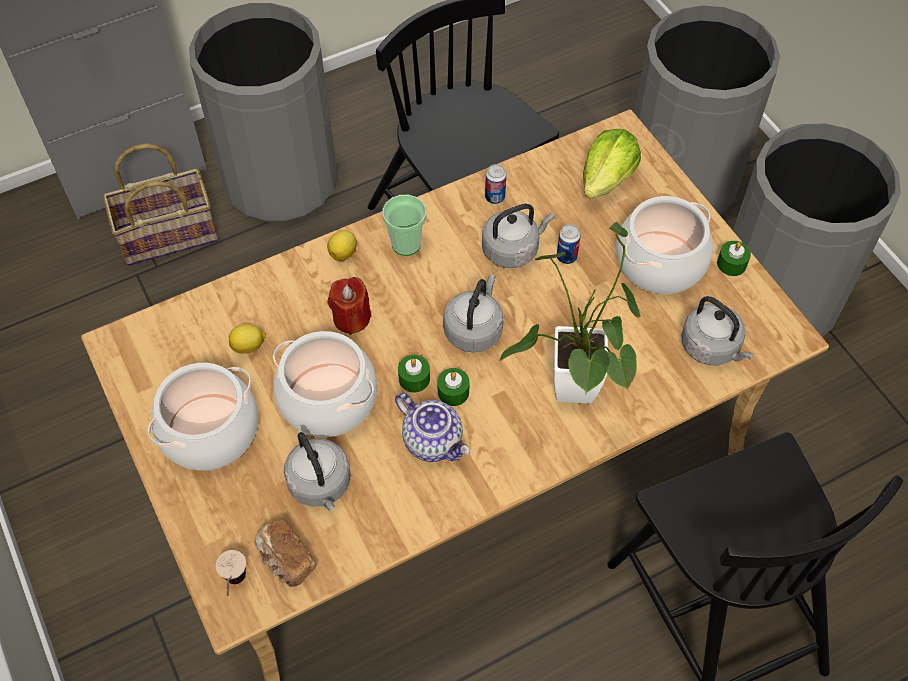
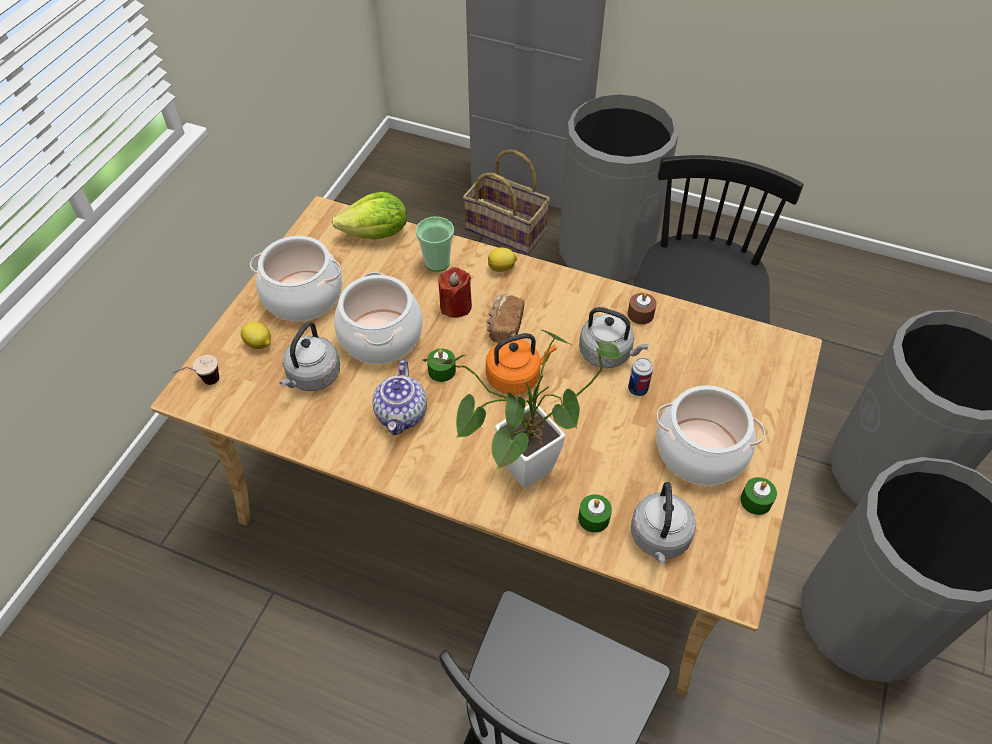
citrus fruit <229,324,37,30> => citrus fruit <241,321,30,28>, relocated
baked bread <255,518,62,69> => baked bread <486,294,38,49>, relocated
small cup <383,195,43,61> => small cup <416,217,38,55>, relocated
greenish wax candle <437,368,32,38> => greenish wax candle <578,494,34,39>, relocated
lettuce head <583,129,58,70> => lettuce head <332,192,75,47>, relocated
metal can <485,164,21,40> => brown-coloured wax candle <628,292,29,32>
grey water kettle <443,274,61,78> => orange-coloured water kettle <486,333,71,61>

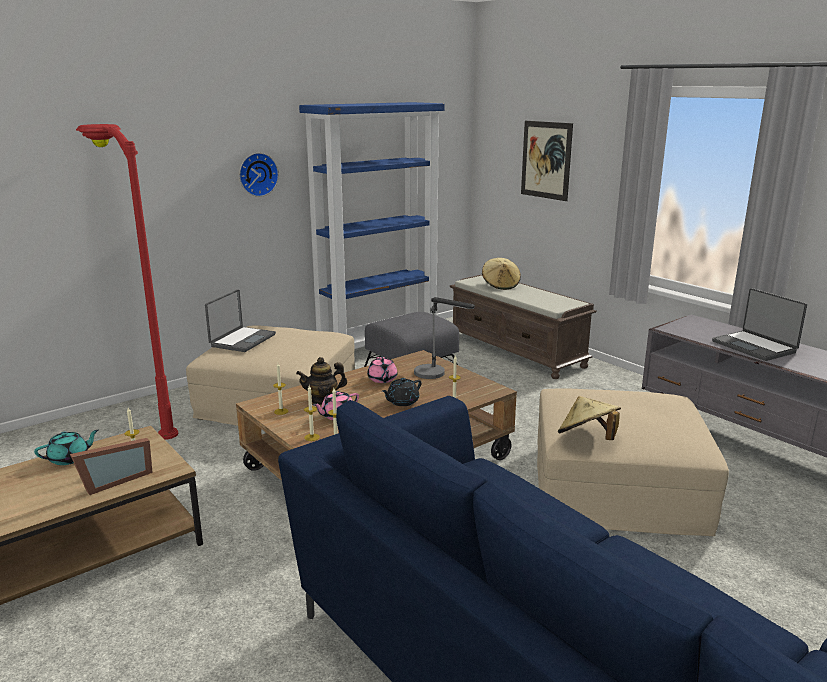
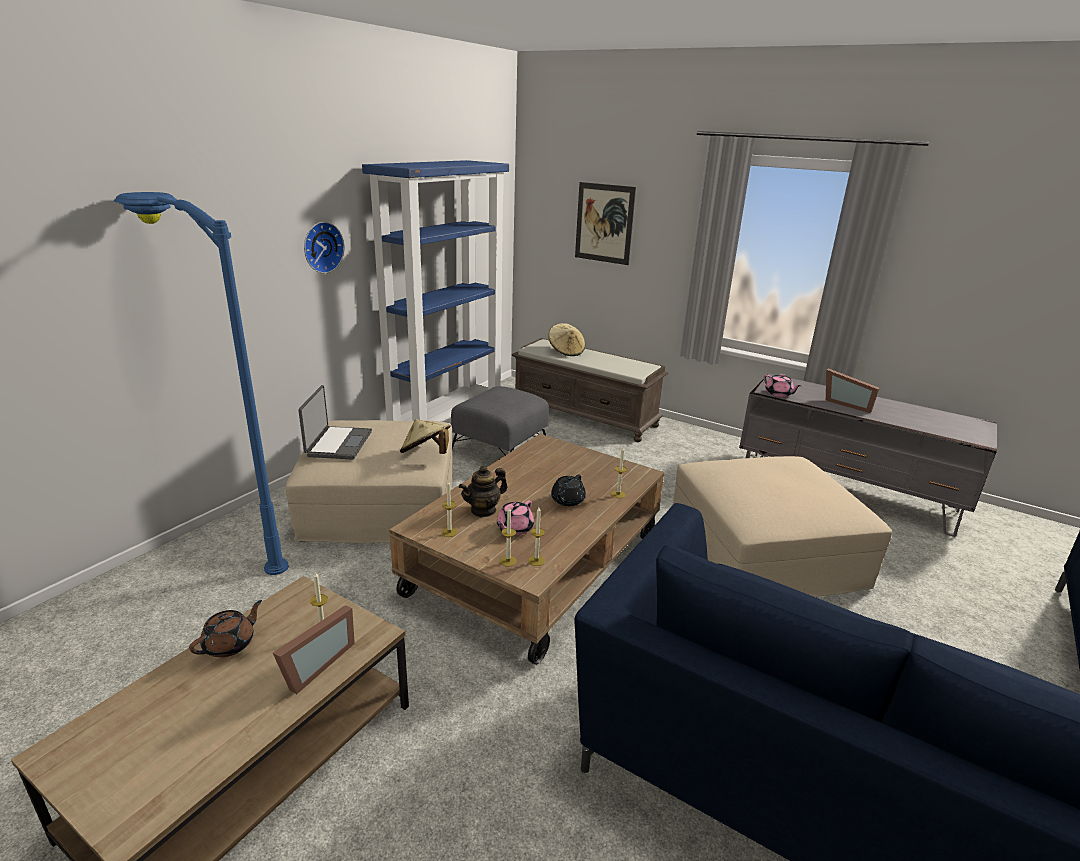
tabletop lamp <414,297,61,82> => nothing
pink tea pot <367,357,31,26> => pink tea pot <764,374,37,23>, relocated
beige clothing hat <558,396,63,44> => beige clothing hat <400,419,51,35>, relocated
notebook computer <712,288,95,73> => photo frame <826,368,54,45>
turquoise-coloured tea pot <34,429,65,36> => brown-coloured tea pot <189,600,73,57>
red-coloured standard lamp <76,124,103,316> => bluish standard lamp <114,192,175,383>

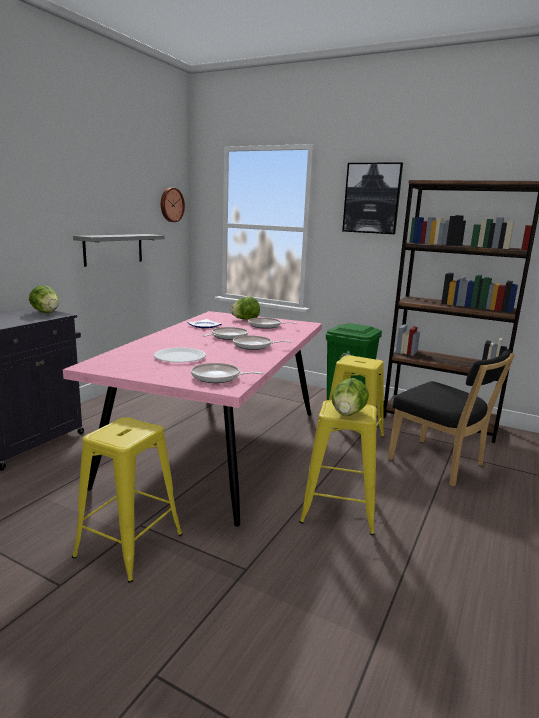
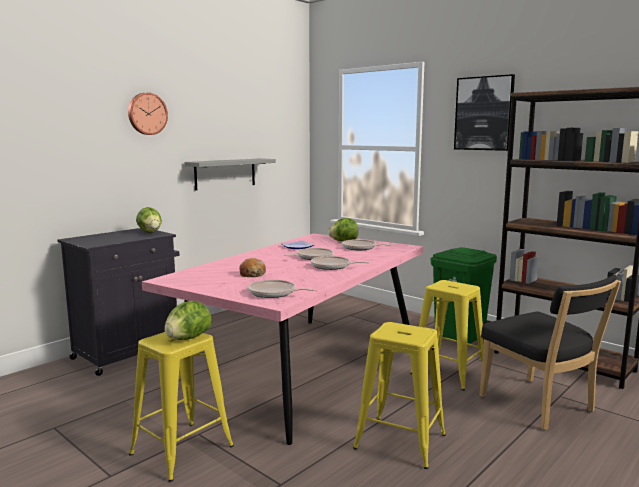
clock on the wall <161,188,24,34> => clock on the wall <128,93,40,42>, relocated
lettuce head <332,378,37,38> => lettuce head <164,301,48,39>, relocated
white plate <154,347,52,16> => baked bread <240,258,26,19>

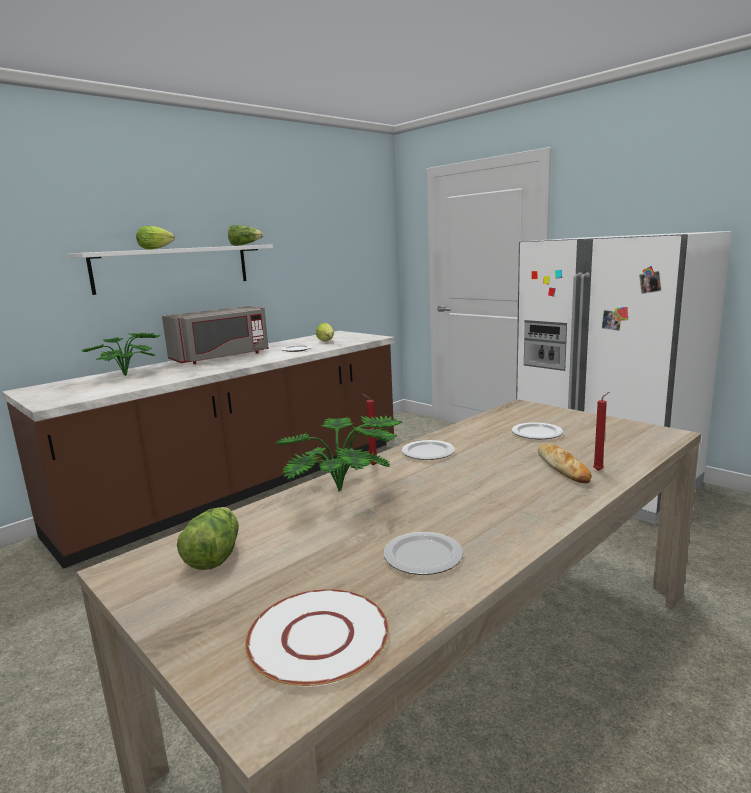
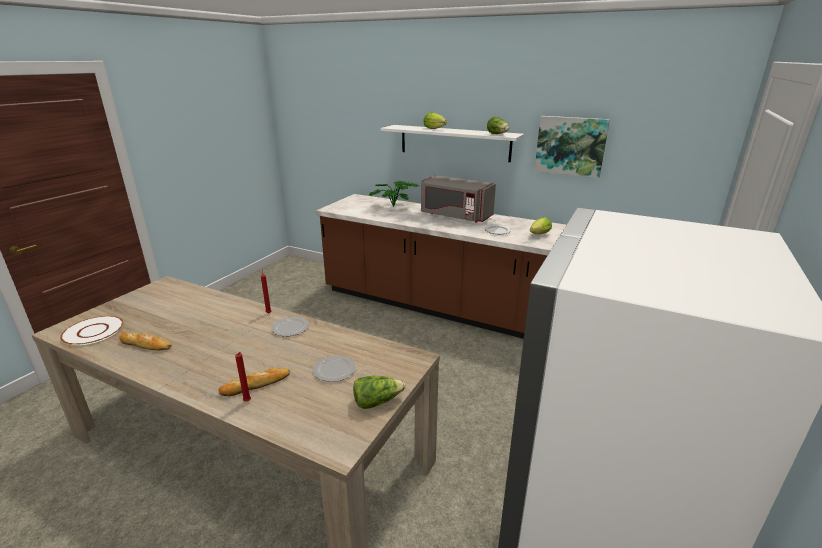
potted plant <275,415,128,77> => nothing
nothing => picture <534,116,76,62>
lettuce head <177,507,62,63> => lettuce head <353,376,52,33>, relocated
plate <384,532,79,43> => baked bread <119,332,53,18>

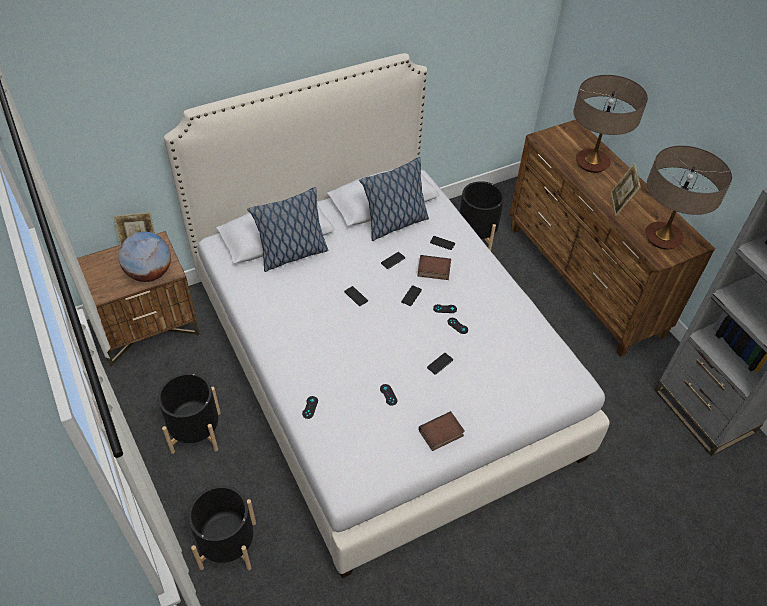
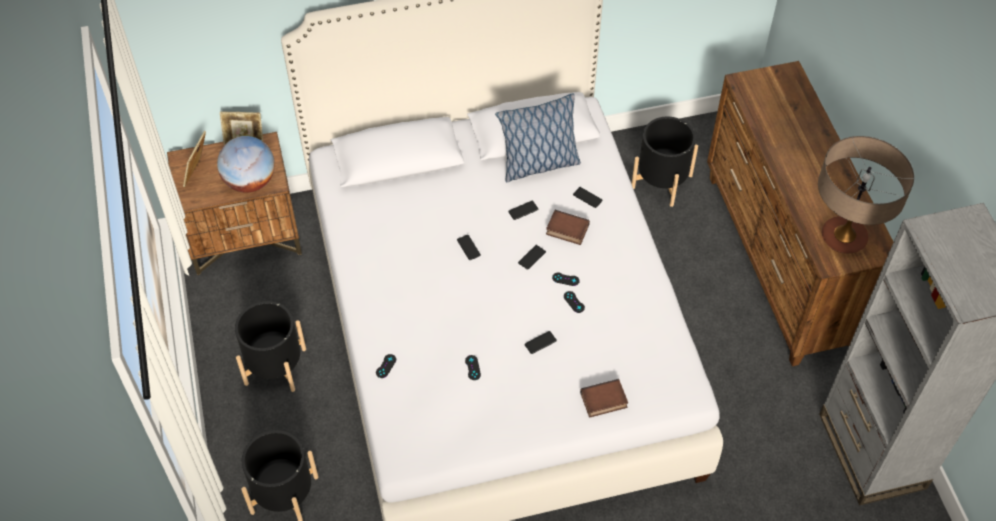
pillow <247,187,82,85> => nothing
tabletop lamp <573,75,75,98> => nothing
bound book <419,411,46,40> => bound book <580,379,48,38>, relocated
photo frame <611,163,30,53> => photo frame <183,131,23,56>, relocated

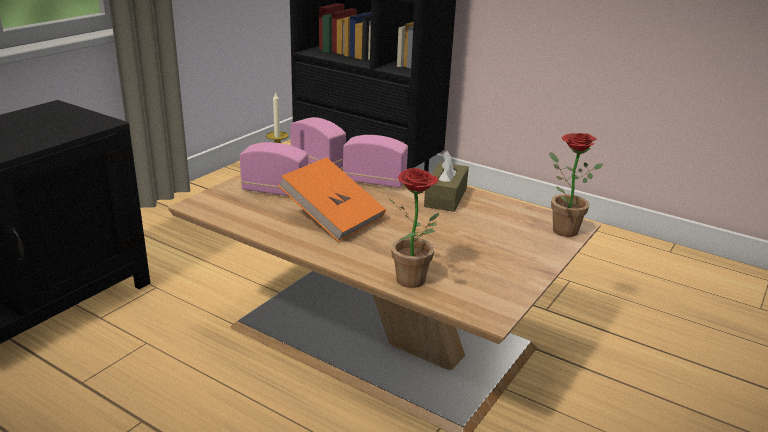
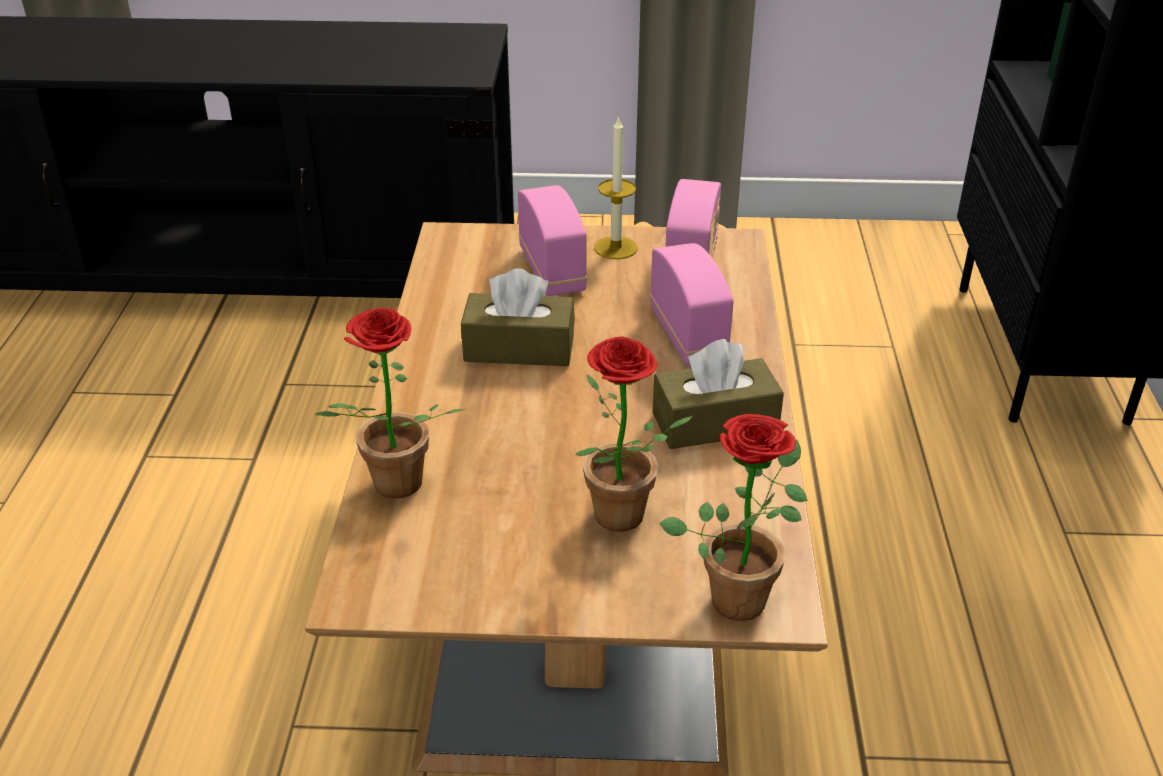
nothing => potted plant <575,336,118,196>
orange-coloured bound book <278,157,108,85> => brown-coloured tissue holder <461,269,114,97>

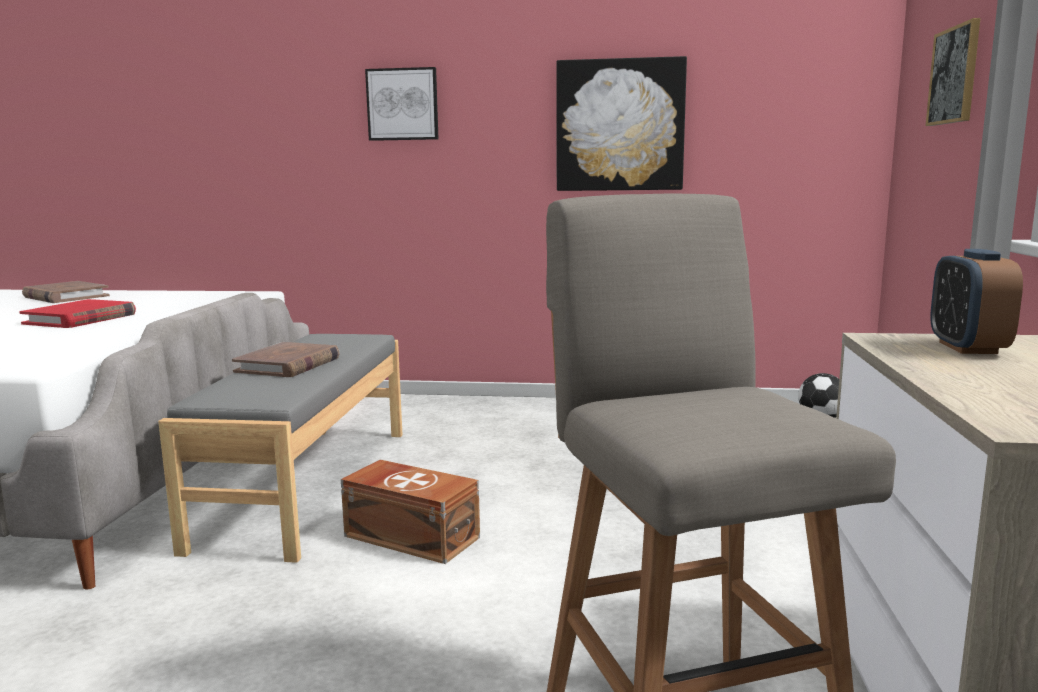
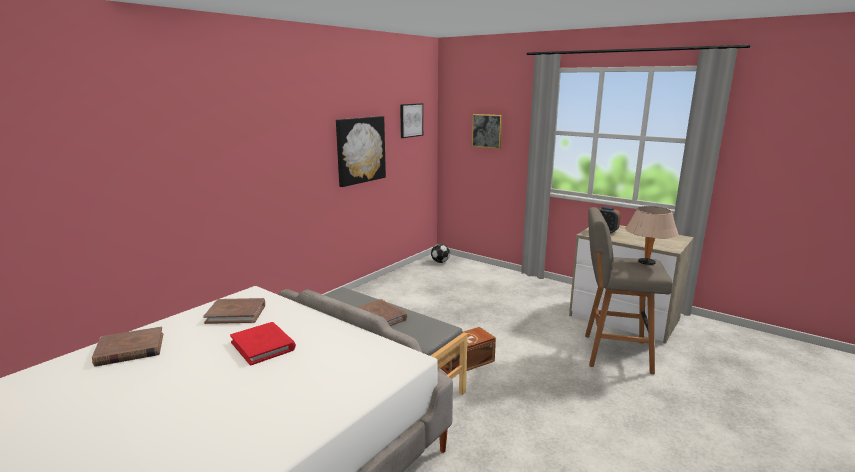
nothing => brown-coloured bound book <203,298,62,26>
nothing => beige tabletop lamp <625,206,53,59>
picture <365,67,73,74> => picture <400,103,23,35>, relocated

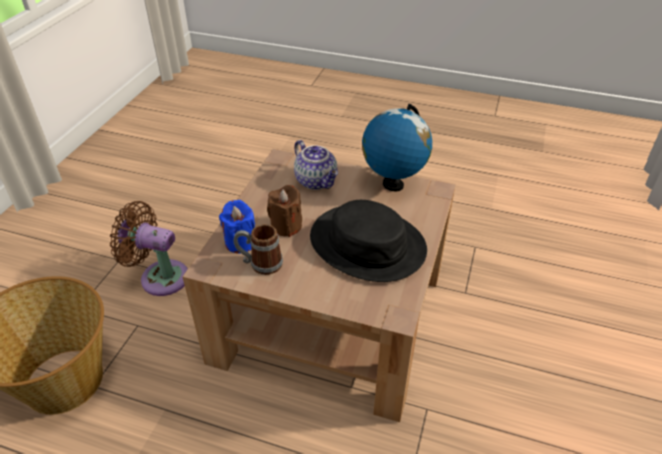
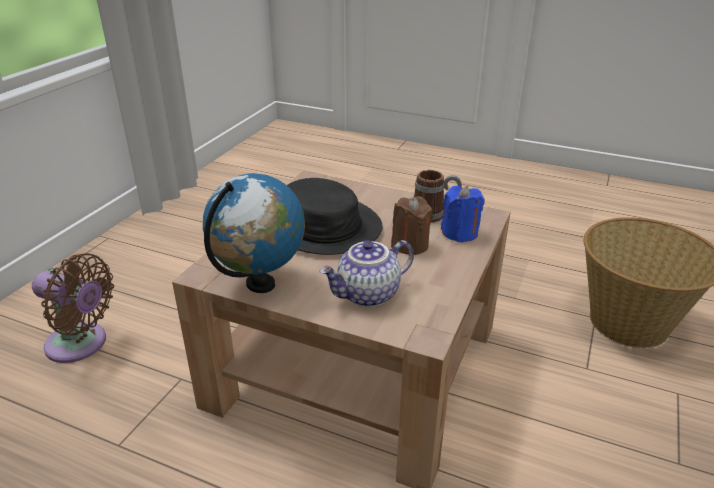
brown-coloured fan <110,201,78,95> => brown-coloured fan <32,253,82,110>, relocated
tea pot <294,140,44,50> => tea pot <319,240,95,67>, 90 degrees counterclockwise

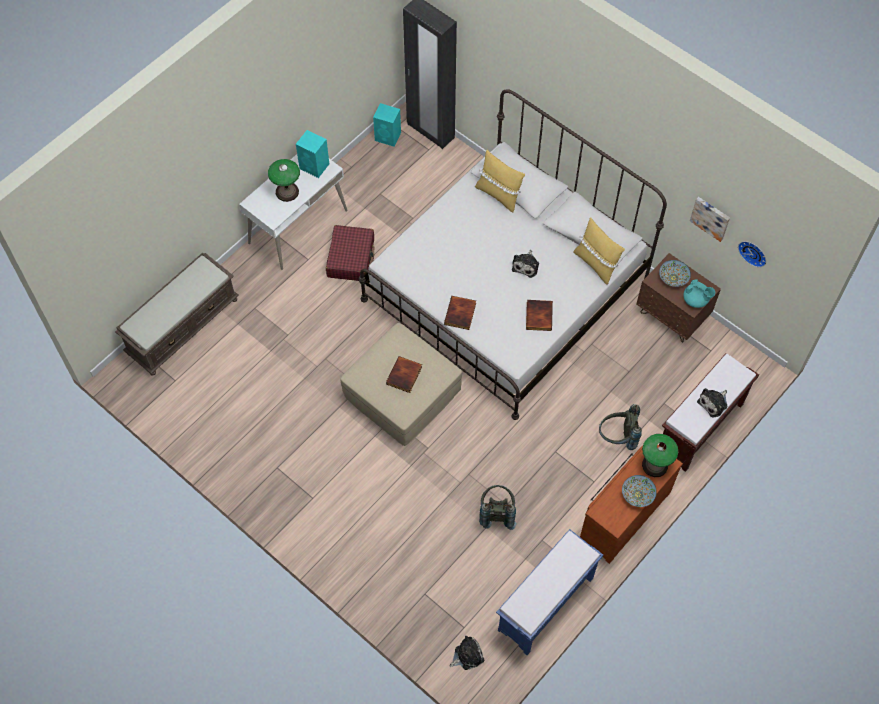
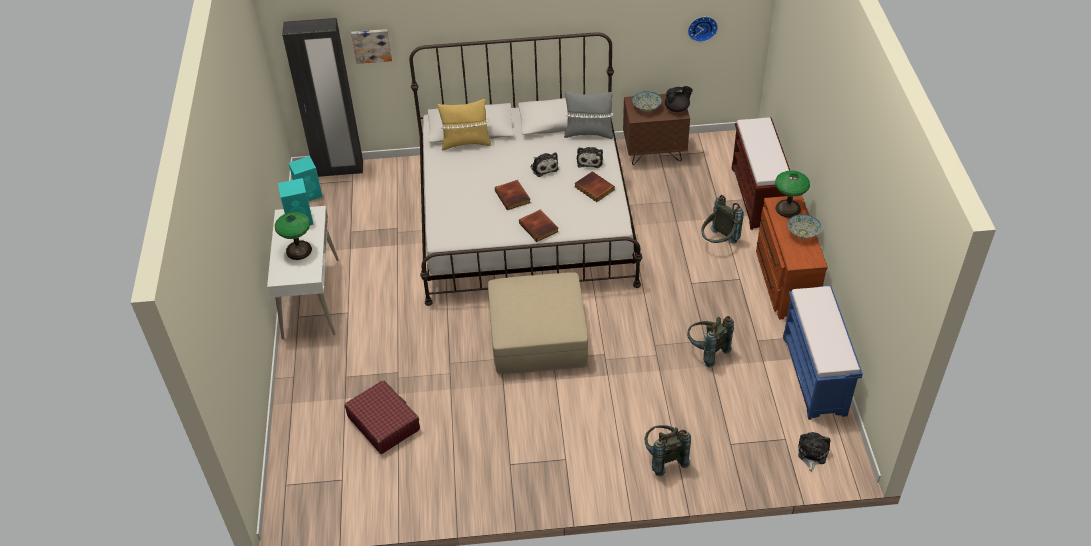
brown-coloured indoor bench <115,252,124,124> => nothing
nothing => grey knapsack <644,425,47,51>
red-coloured travel case <326,225,48,56> => red-coloured travel case <345,380,75,74>, relocated
bound book <386,356,36,37> => bound book <495,180,36,30>, relocated
picture <690,197,40,45> => picture <351,29,41,35>, relocated
soft toy <697,388,30,29> => soft toy <577,147,26,21>, relocated
yellowish pillow <573,217,52,68> => grey pillow <564,91,50,48>
turquoise-coloured tea pot <684,279,31,29> => blackish tea pot <665,86,28,26>

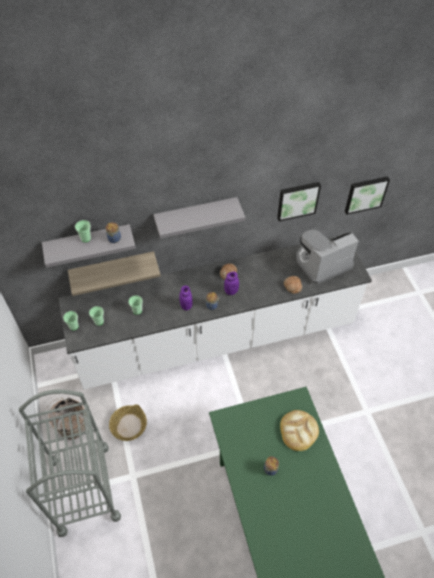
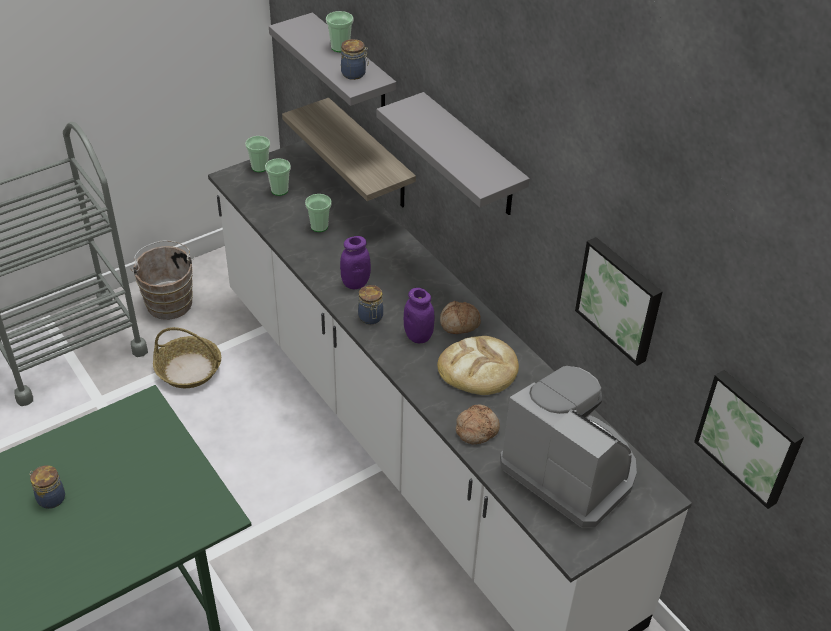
baked bread <280,410,39,41> => baked bread <437,336,82,59>, relocated

